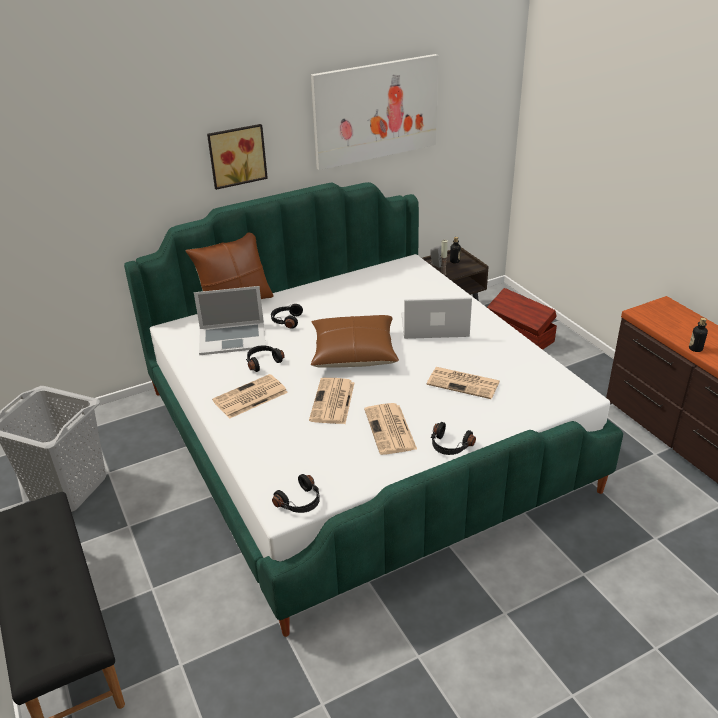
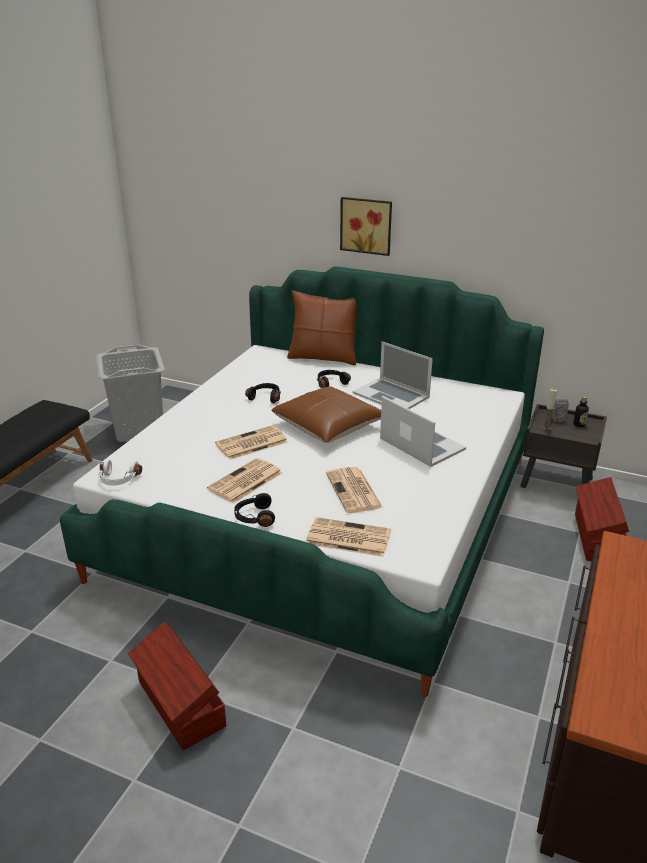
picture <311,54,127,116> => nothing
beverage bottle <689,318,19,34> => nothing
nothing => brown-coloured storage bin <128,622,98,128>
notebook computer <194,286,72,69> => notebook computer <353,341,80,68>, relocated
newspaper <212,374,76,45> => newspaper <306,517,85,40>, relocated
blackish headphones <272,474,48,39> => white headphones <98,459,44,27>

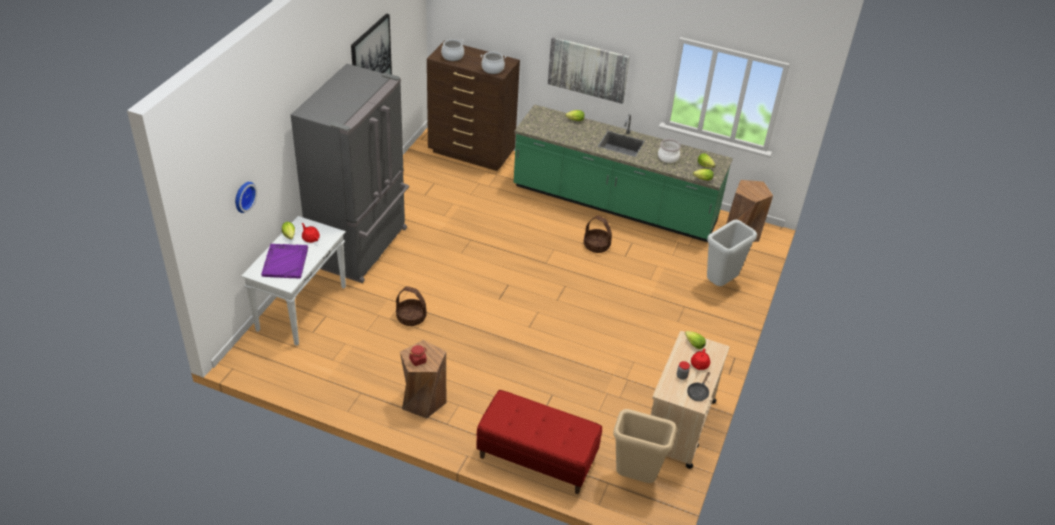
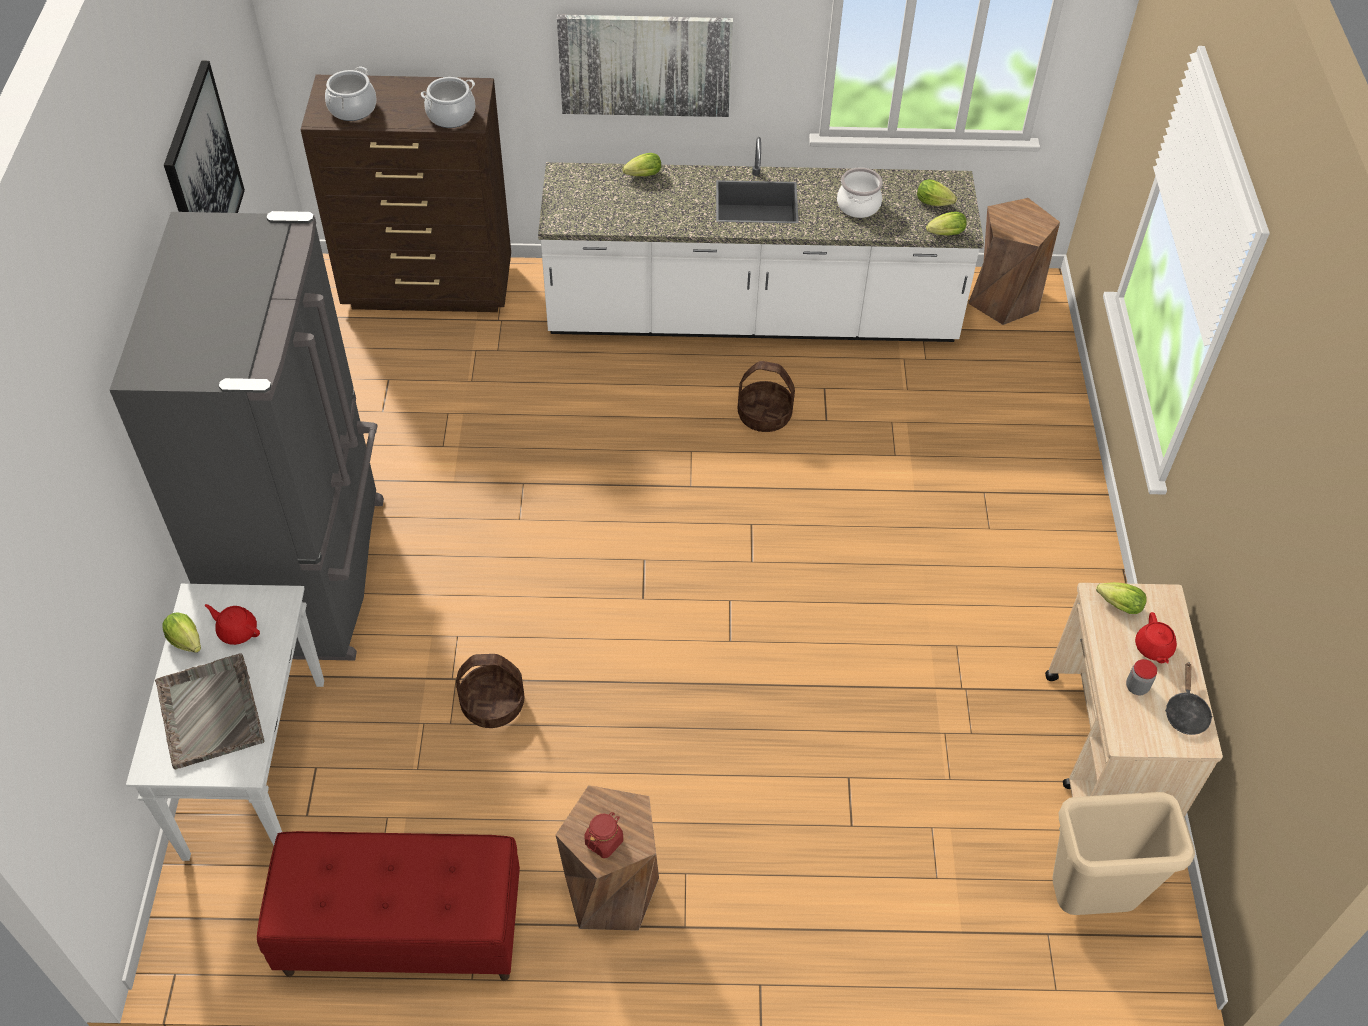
clock on the wall <235,182,22,31> => nothing
grey trash can <707,220,50,66> => nothing
red-coloured indoor bench <476,390,126,104> => red-coloured indoor bench <257,831,263,150>, relocated
purplish carrying tray <261,244,47,35> => grey carrying tray <155,653,110,116>
greenish counter <514,104,219,138> => white counter <538,137,446,205>

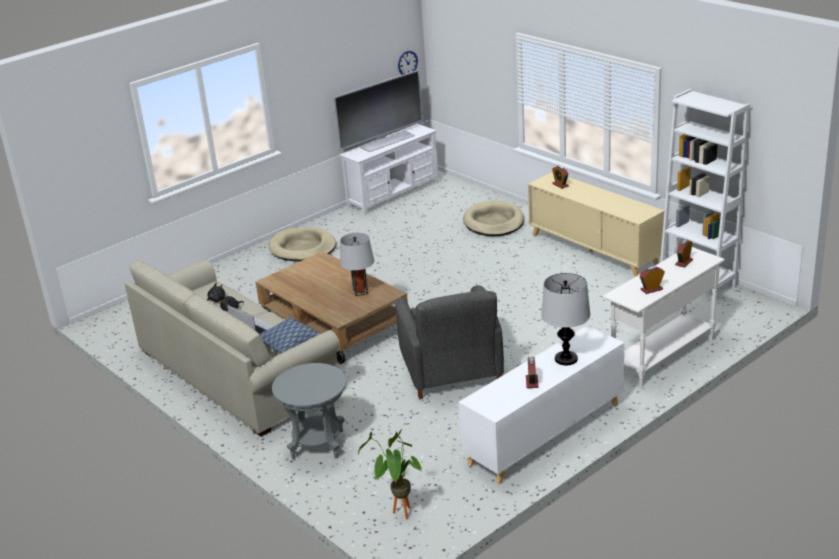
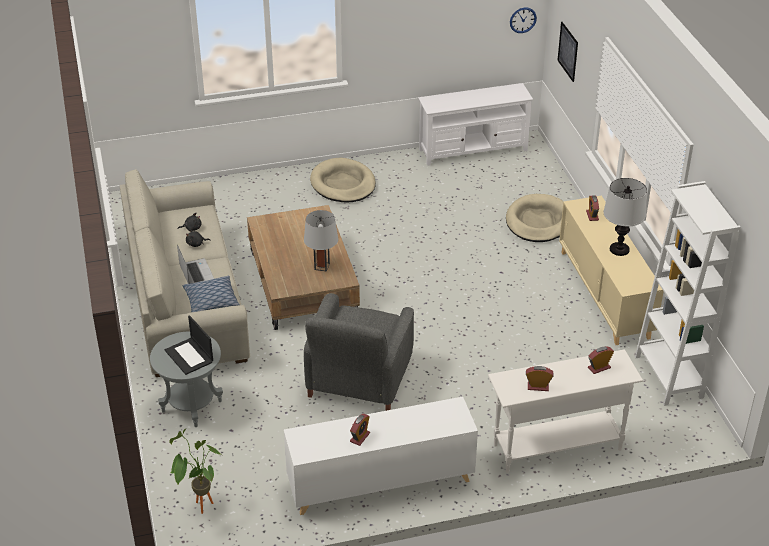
television <333,69,90,83> => nothing
nothing => notebook computer <165,315,48,60>
nothing => picture <557,22,21,60>
tabletop lamp <541,273,49,92> => tabletop lamp <603,178,44,78>, relocated

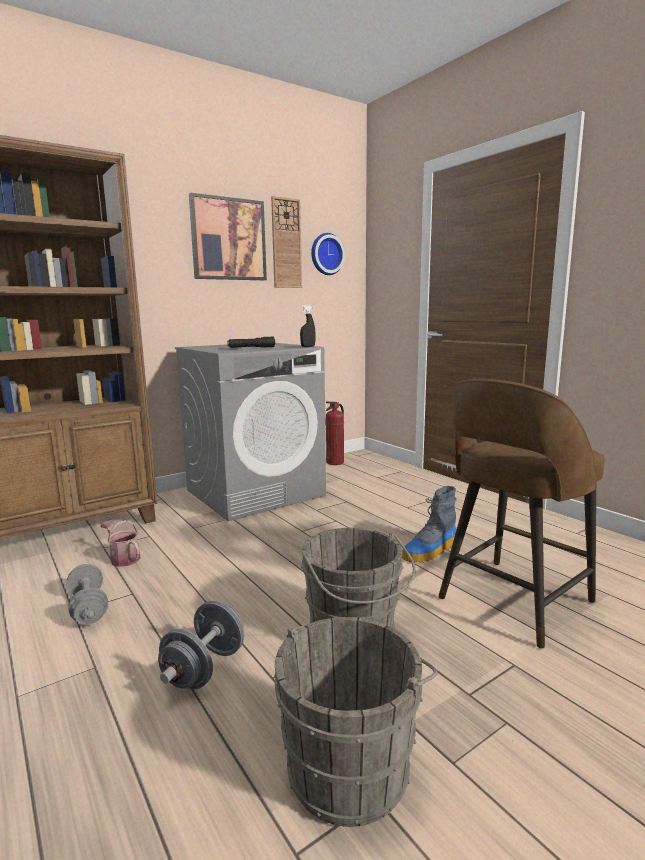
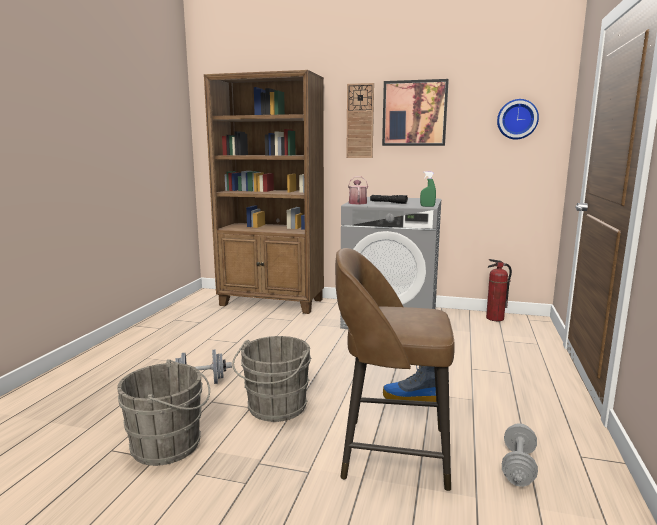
grey dumbbell <67,564,41,61> => grey dumbbell <502,423,36,64>, relocated
sprinkling can <100,520,40,47> => sprinkling can <348,176,20,28>, relocated
clock on the wall <271,196,31,92> => clock on the wall <346,83,28,75>, relocated
blackish hand sprayer <300,305,16,42> => greenish hand sprayer <420,171,16,36>

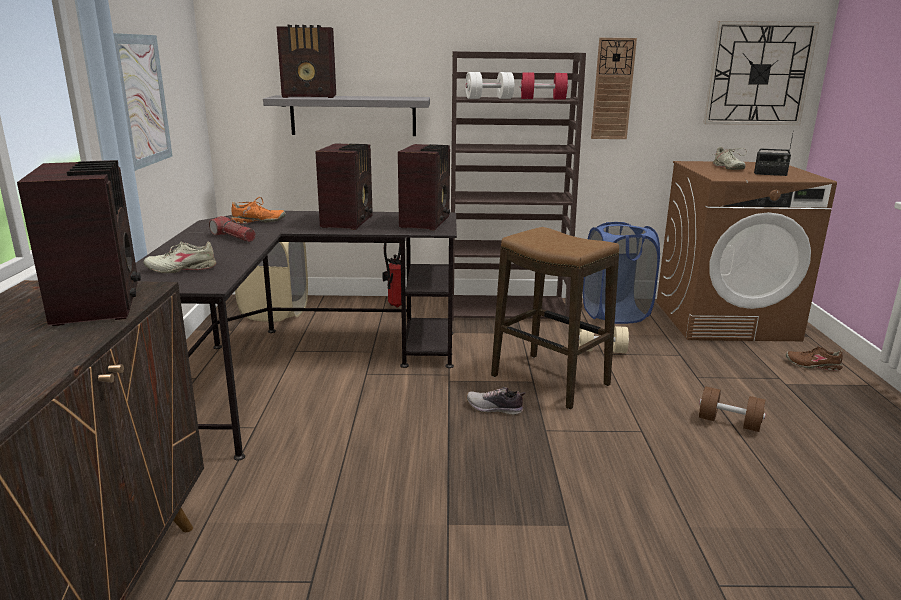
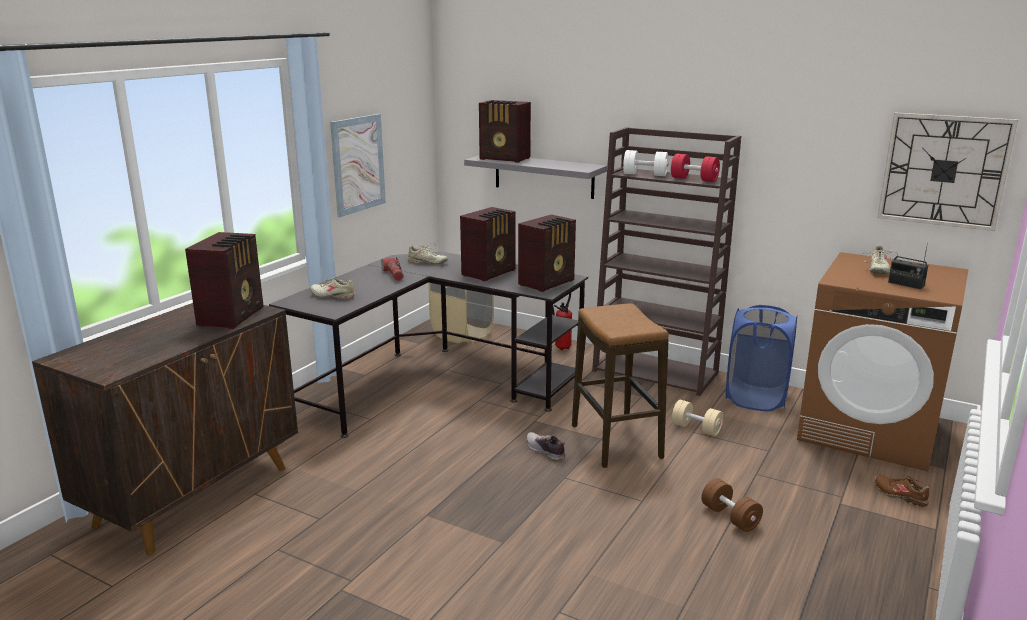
clock on the wall <591,38,46,101> => nothing
orange-coloured item of footwear <231,197,55,27> => beige item of footwear <408,243,39,22>

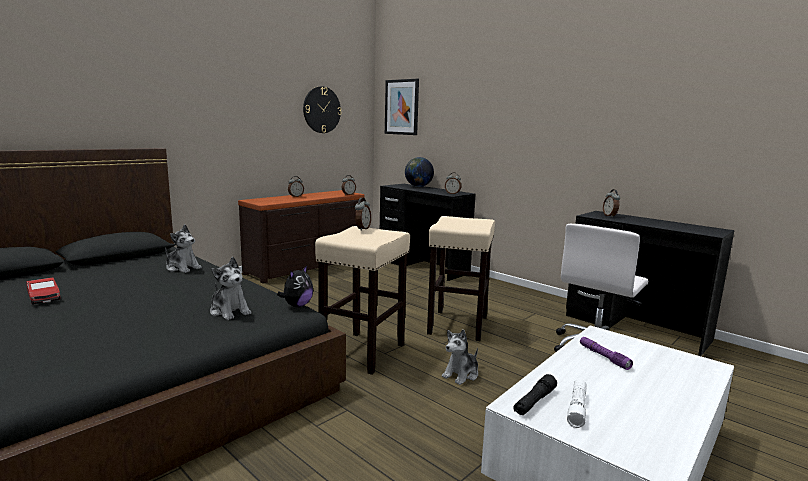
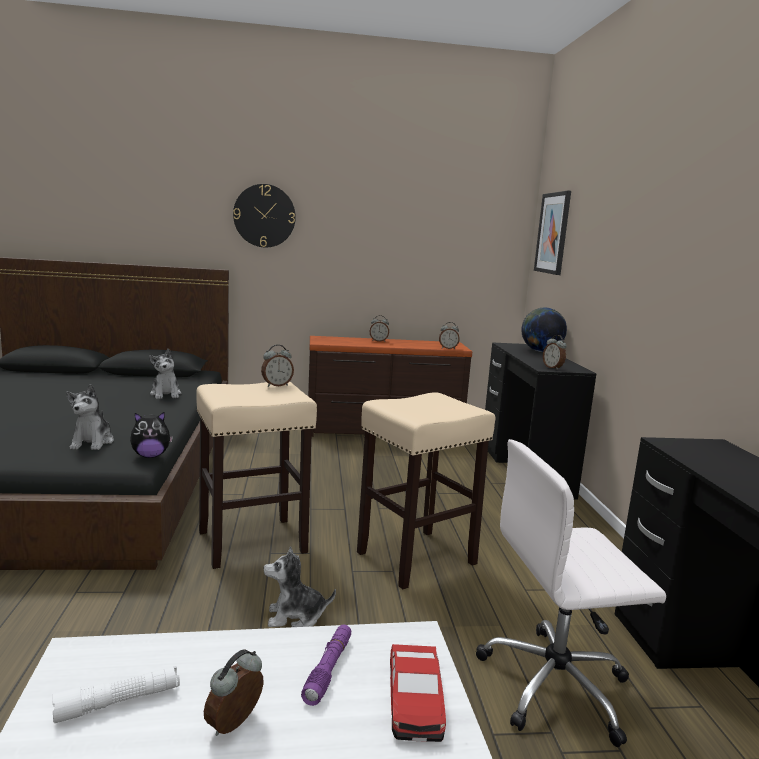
blackish torch <513,374,44,41> => nothing
miniature car <26,277,34,28> => miniature car <390,644,56,98>, relocated
clock on the wall <303,86,39,47> => clock on the wall <233,184,63,64>, relocated
bedside clock <603,189,17,28> => bedside clock <204,649,59,87>, relocated

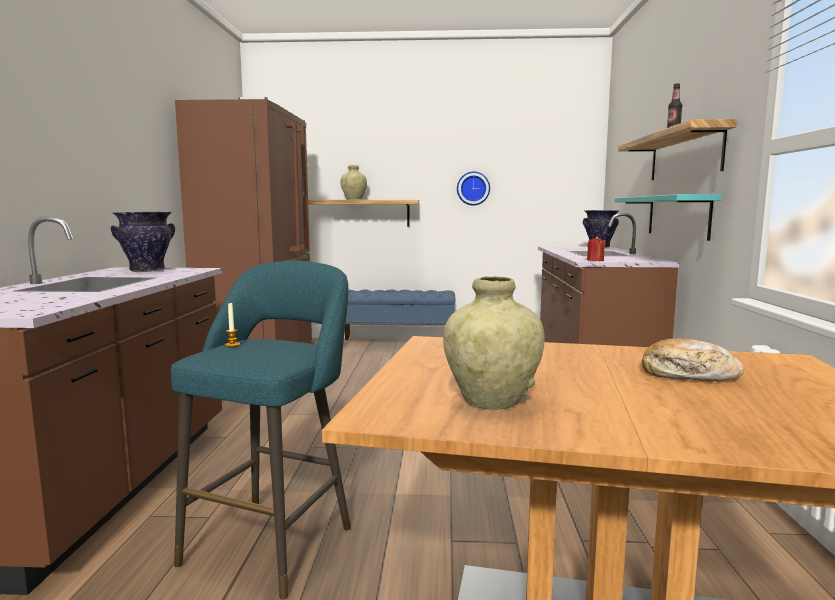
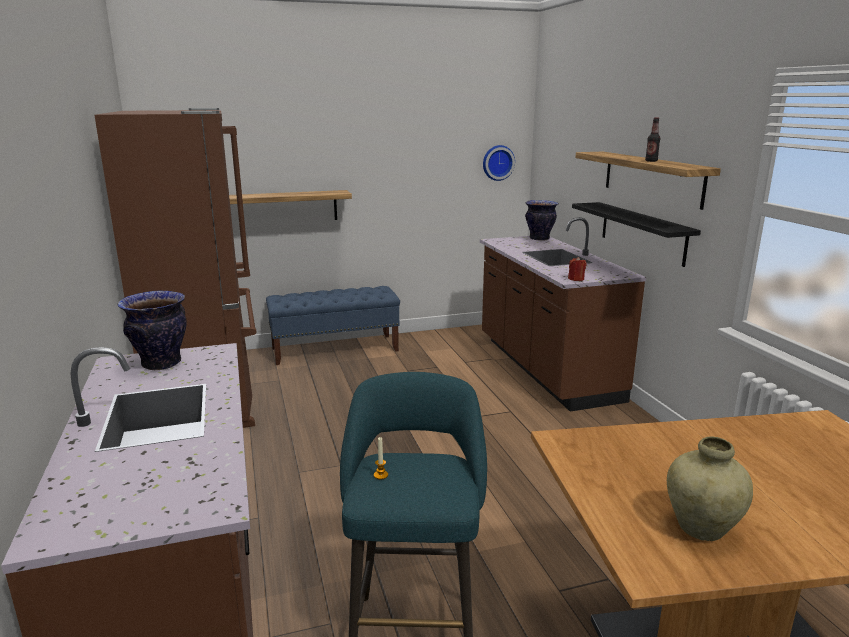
beige flower vase <340,165,27,35> => nothing
baked bread <642,338,102,43> => nothing
clock on the wall <457,172,33,33> => clock on the wall <483,145,32,36>, relocated
turquoise-coloured bracket shelf <615,194,107,47> => blackish bracket shelf <572,202,129,65>

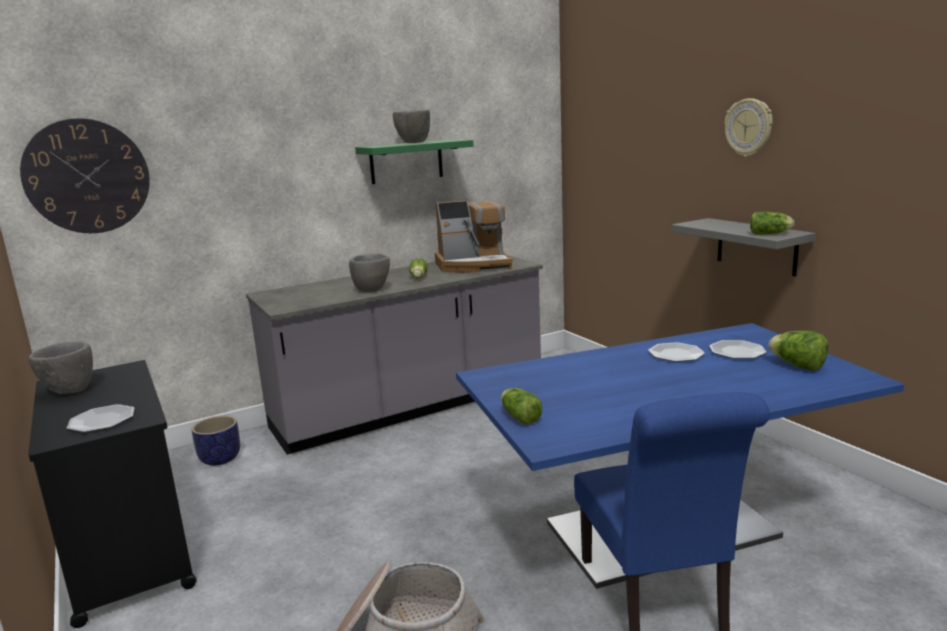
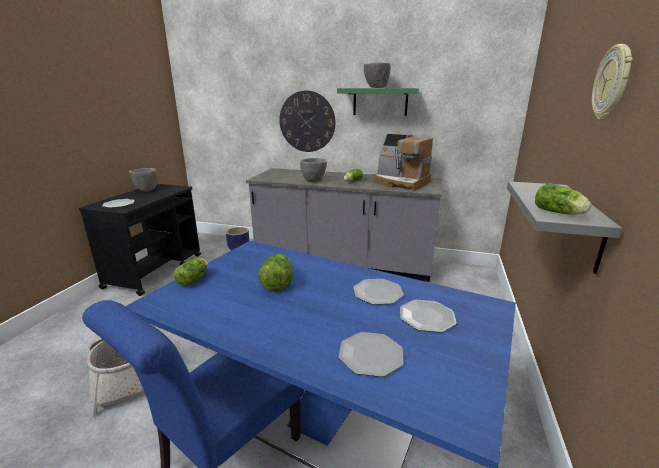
nothing => plate <339,332,64,45>
clock on the wall <20,118,130,115> => clock on the wall <279,91,57,61>, relocated
lettuce head <769,331,59,40> => lettuce head <258,254,35,37>, relocated

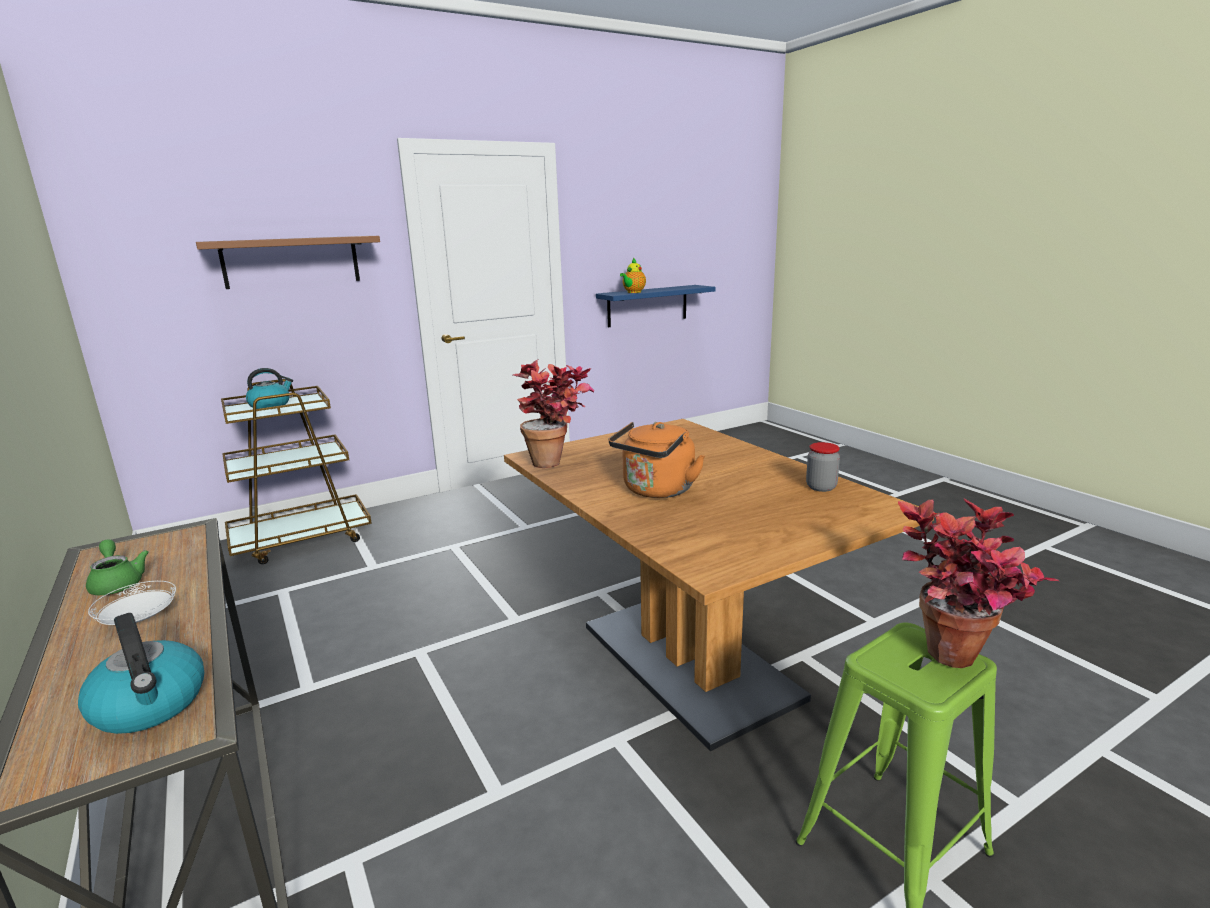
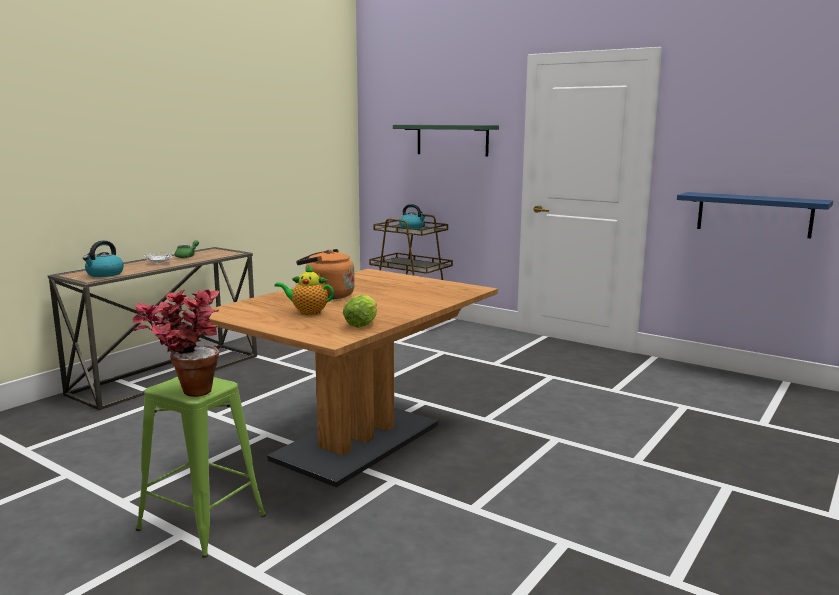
potted plant <513,359,82,109> => nothing
tea pot <620,258,26,35> => tea pot <274,265,60,50>, relocated
preserve jar <806,442,34,50> => lettuce head <343,295,34,33>
brown-coloured bracket shelf <196,236,184,53> => greenish bracket shelf <393,125,106,32>

